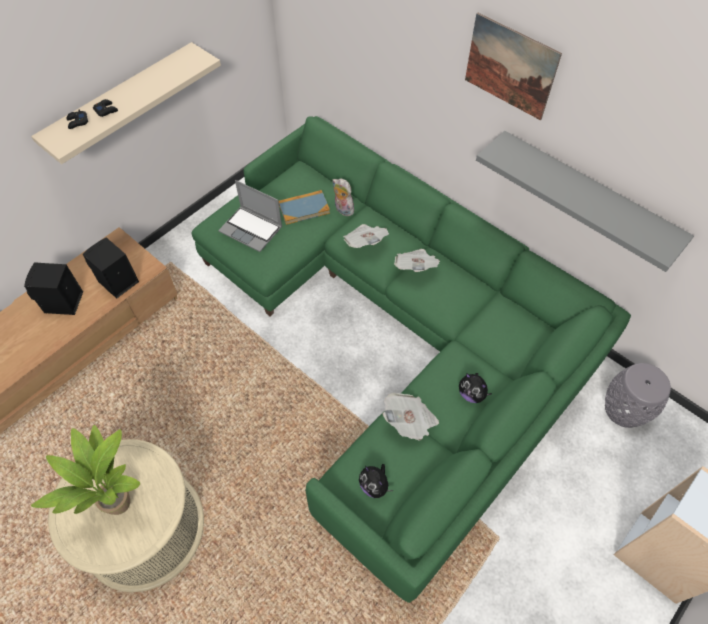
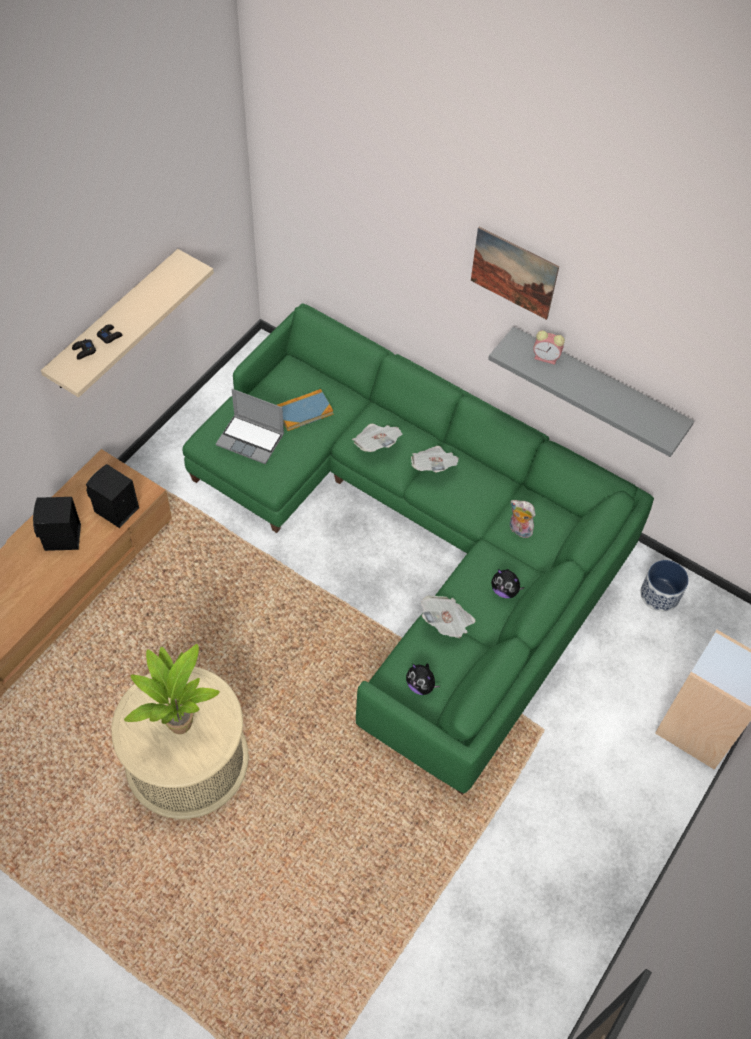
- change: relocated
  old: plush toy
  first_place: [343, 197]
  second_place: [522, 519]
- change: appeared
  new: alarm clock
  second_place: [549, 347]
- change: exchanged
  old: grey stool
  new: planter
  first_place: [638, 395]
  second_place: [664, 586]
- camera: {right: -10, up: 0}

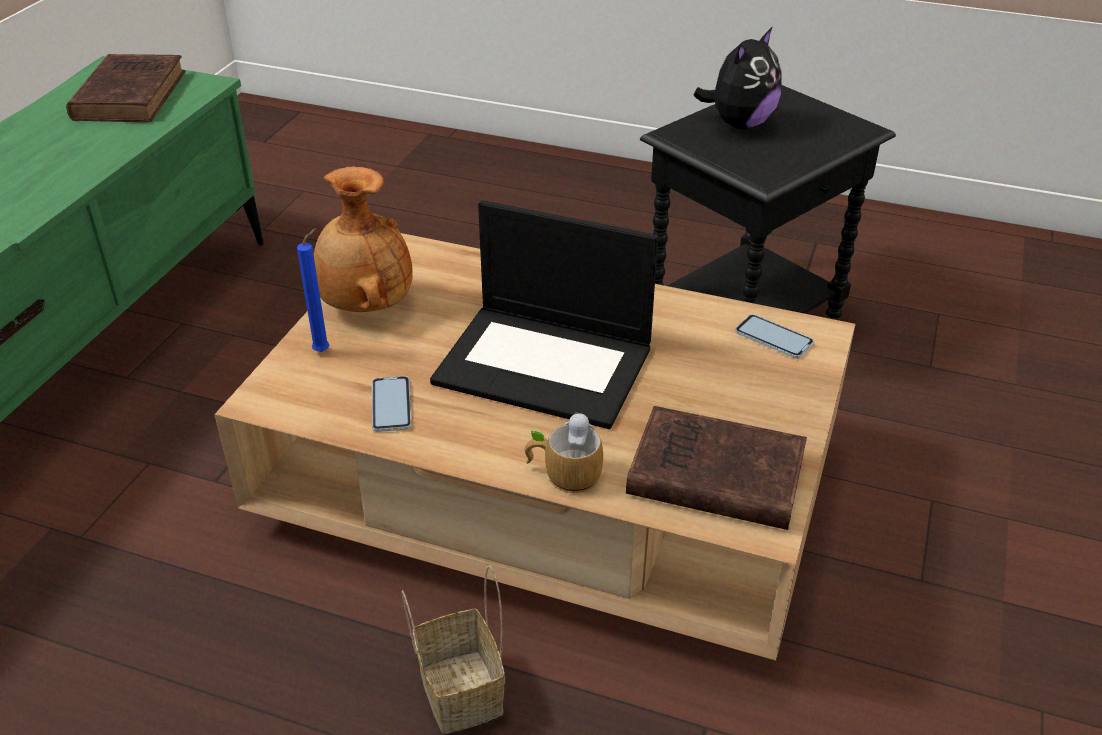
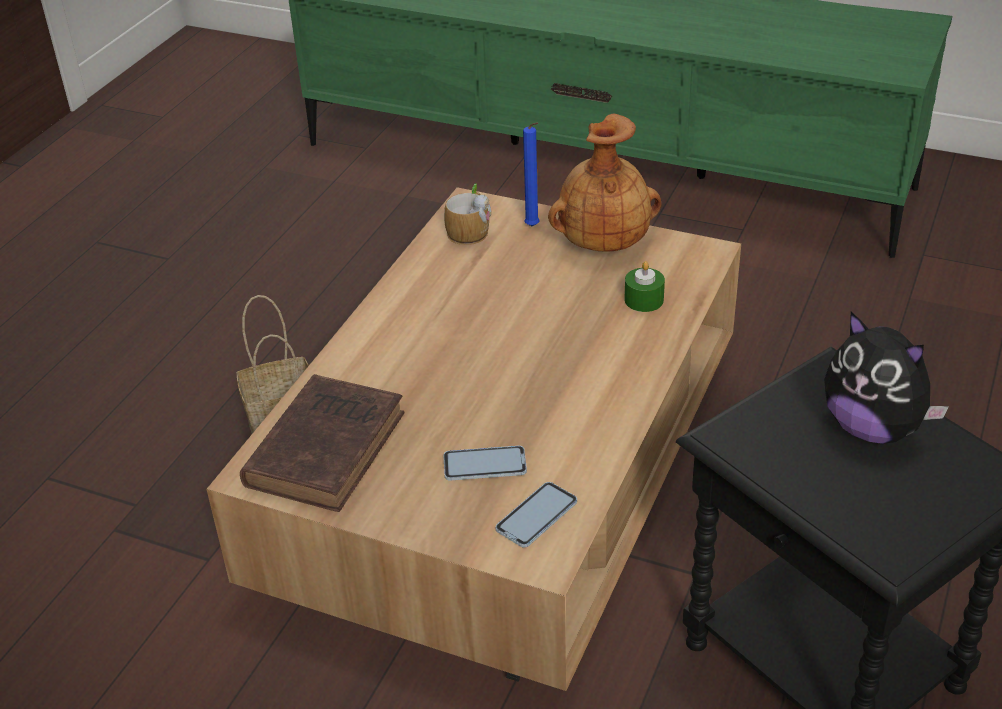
- change: relocated
  old: phone
  first_place: [392, 404]
  second_place: [485, 463]
- change: relocated
  old: mug
  first_place: [564, 452]
  second_place: [467, 214]
- change: appeared
  new: green candle
  second_place: [645, 286]
- change: missing
  old: brown book
  first_place: [125, 88]
- change: missing
  old: laptop
  first_place: [544, 314]
- camera: {right: 95, up: 0}

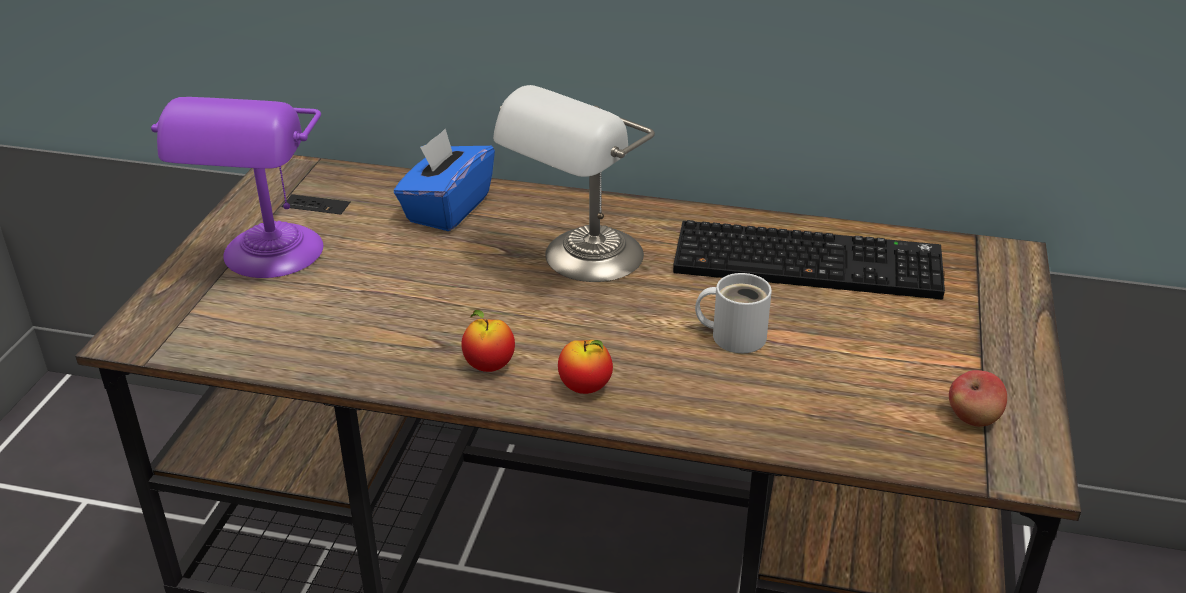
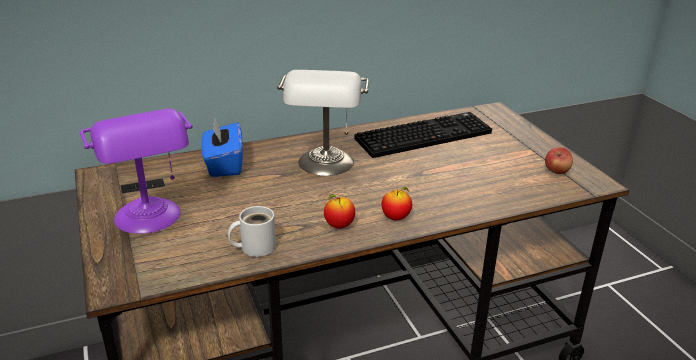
- change: relocated
  old: white mug
  first_place: [733, 313]
  second_place: [252, 231]
- camera: {right: -35, up: -5}

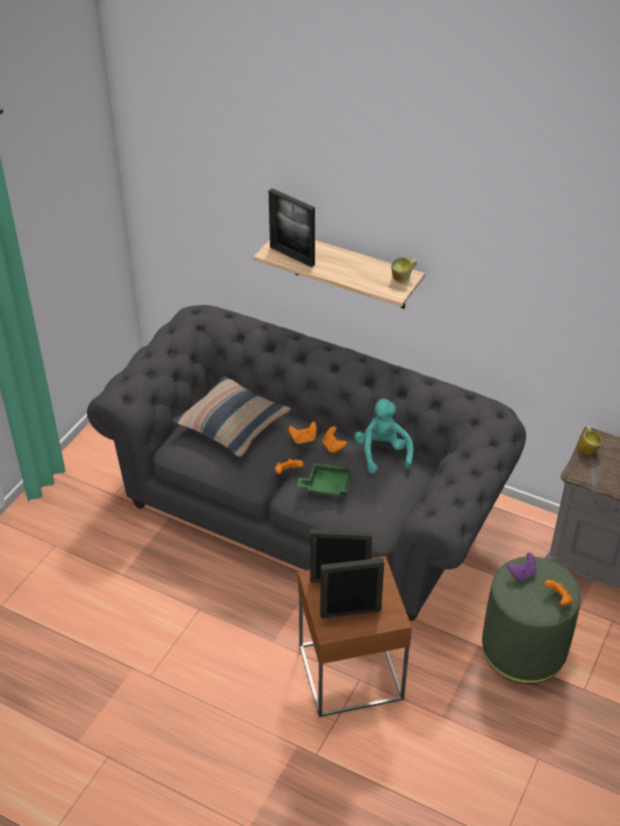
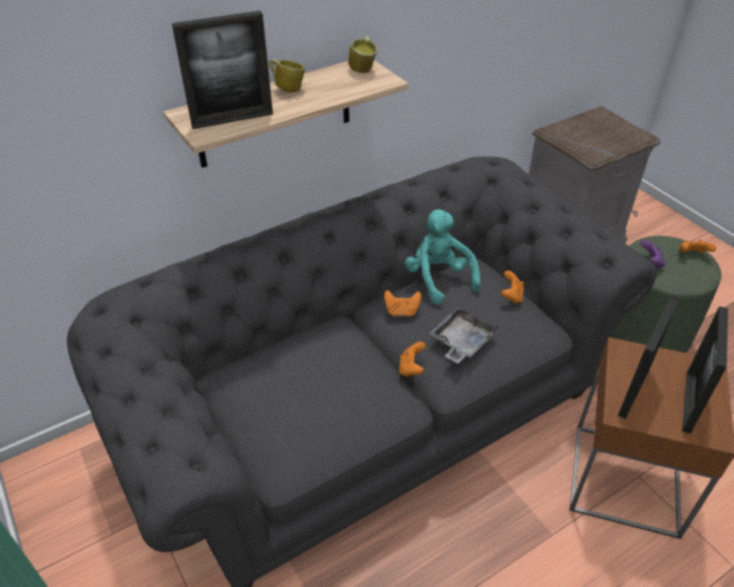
- change: relocated
  old: mug
  first_place: [590, 440]
  second_place: [287, 75]
- change: spun
  old: turquoise plush toy
  first_place: [383, 436]
  second_place: [443, 257]
  degrees: 45
- change: colour
  old: green tray
  new: grey tray
  first_place: [324, 480]
  second_place: [463, 335]
- change: relocated
  old: orange game controller
  first_place: [303, 432]
  second_place: [512, 287]
- change: missing
  old: pillow
  first_place: [231, 417]
- camera: {right: -60, up: 0}

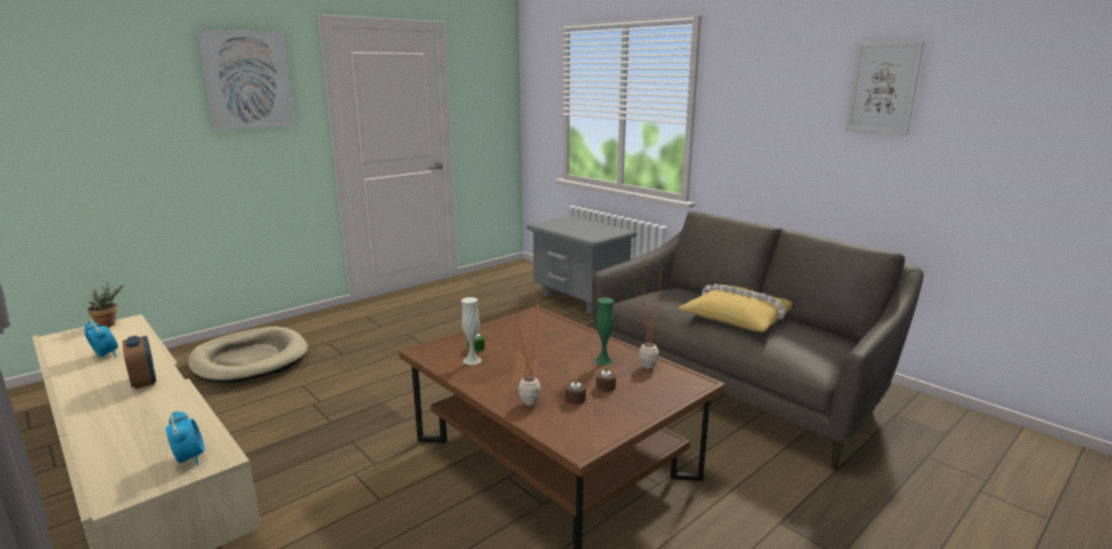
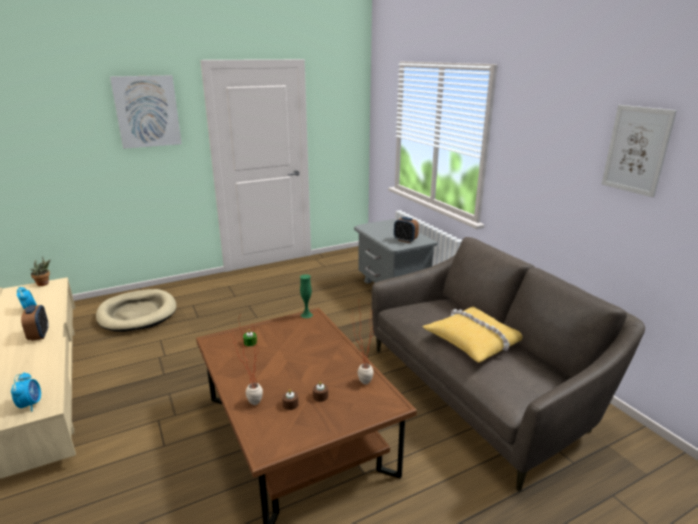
- change: relocated
  old: green vase
  first_place: [604, 331]
  second_place: [306, 296]
- change: appeared
  new: alarm clock
  second_place: [406, 230]
- change: missing
  old: white vase
  first_place: [471, 331]
- camera: {right: 15, up: 5}

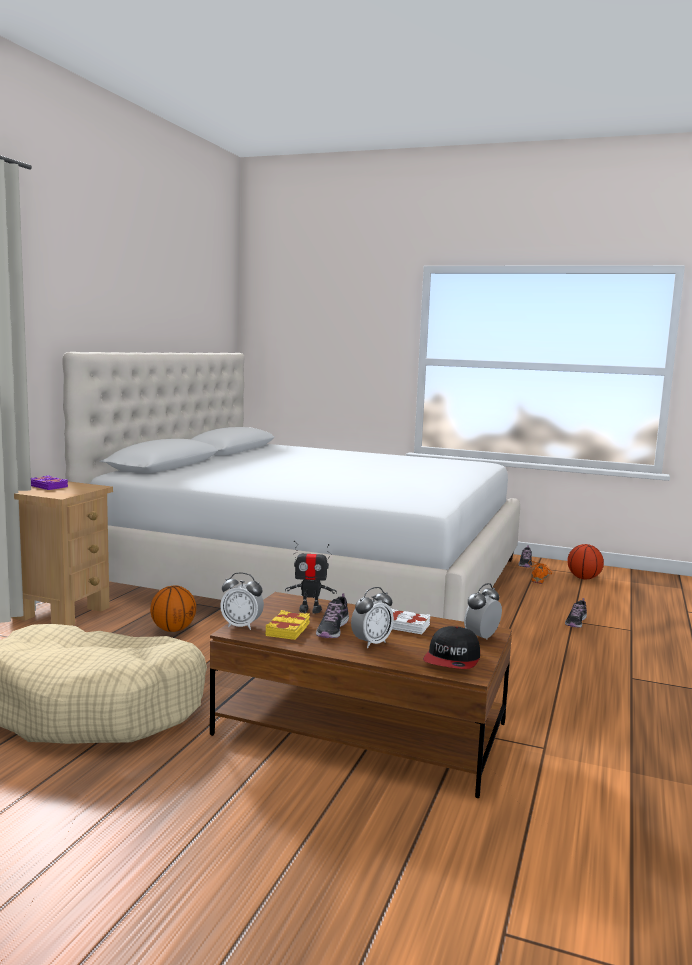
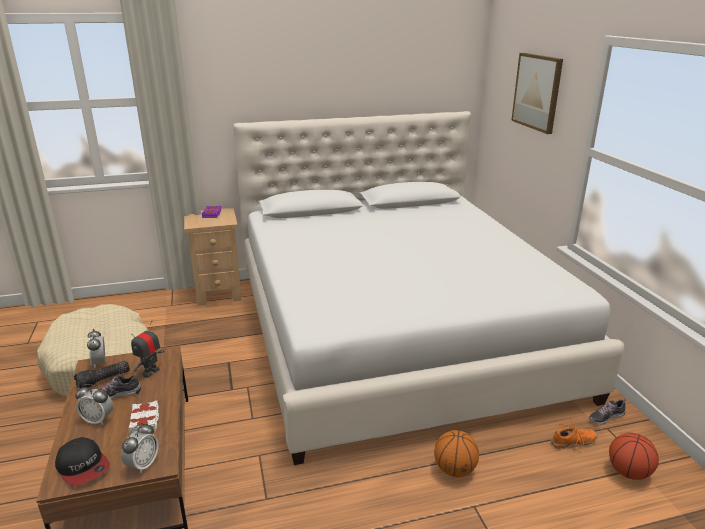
- change: spun
  old: cap
  first_place: [451, 647]
  second_place: [82, 461]
  degrees: -120
- change: exchanged
  old: yellow book
  new: flashlight
  first_place: [287, 625]
  second_place: [102, 374]
- change: spun
  old: alarm clock
  first_place: [483, 611]
  second_place: [140, 448]
  degrees: 105
- change: spun
  old: toy robot
  first_place: [311, 577]
  second_place: [147, 351]
  degrees: 60
- change: relocated
  old: basketball
  first_place: [173, 608]
  second_place: [456, 453]
- change: appeared
  new: picture
  second_place: [537, 93]
- change: missing
  old: shoe
  first_place: [576, 613]
- camera: {right: 55, up: 15}

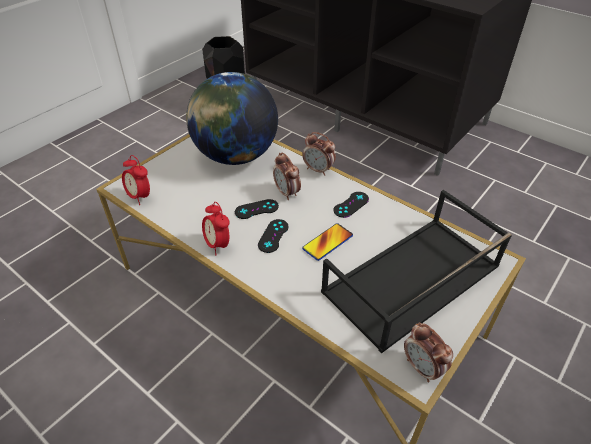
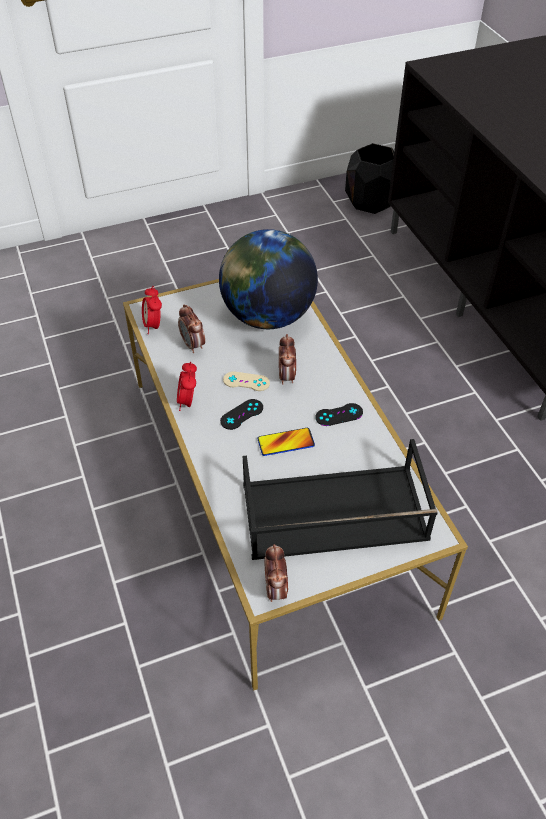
- change: relocated
  old: alarm clock
  first_place: [319, 154]
  second_place: [191, 328]
- change: colour
  old: black game controller
  new: beige game controller
  first_place: [257, 209]
  second_place: [246, 381]
- camera: {right: 30, up: 5}

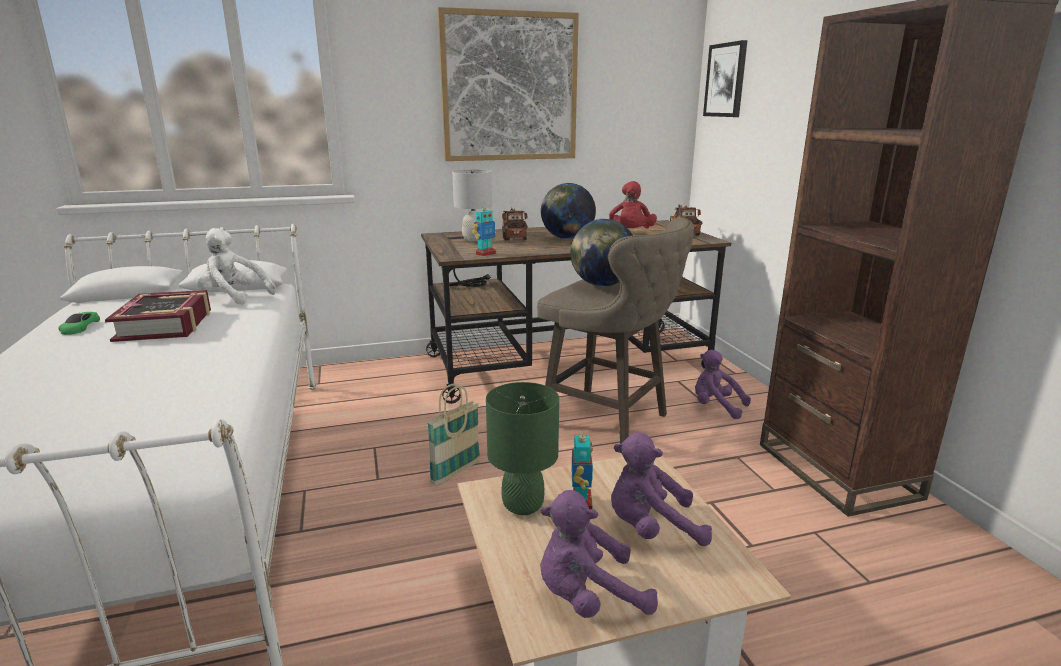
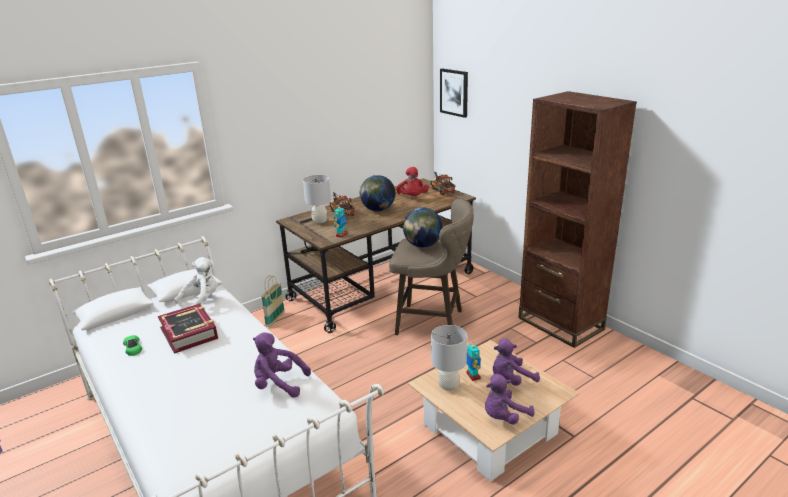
- change: spun
  old: white plush toy
  first_place: [236, 266]
  second_place: [195, 281]
  degrees: 135
- change: relocated
  old: purple plush toy
  first_place: [723, 384]
  second_place: [282, 365]
- change: relocated
  old: basket
  first_place: [453, 434]
  second_place: [273, 301]
- change: colour
  old: green table lamp
  new: grey table lamp
  first_place: [522, 448]
  second_place: [449, 358]
- change: missing
  old: picture
  first_place: [508, 84]
- camera: {right: -20, up: 5}

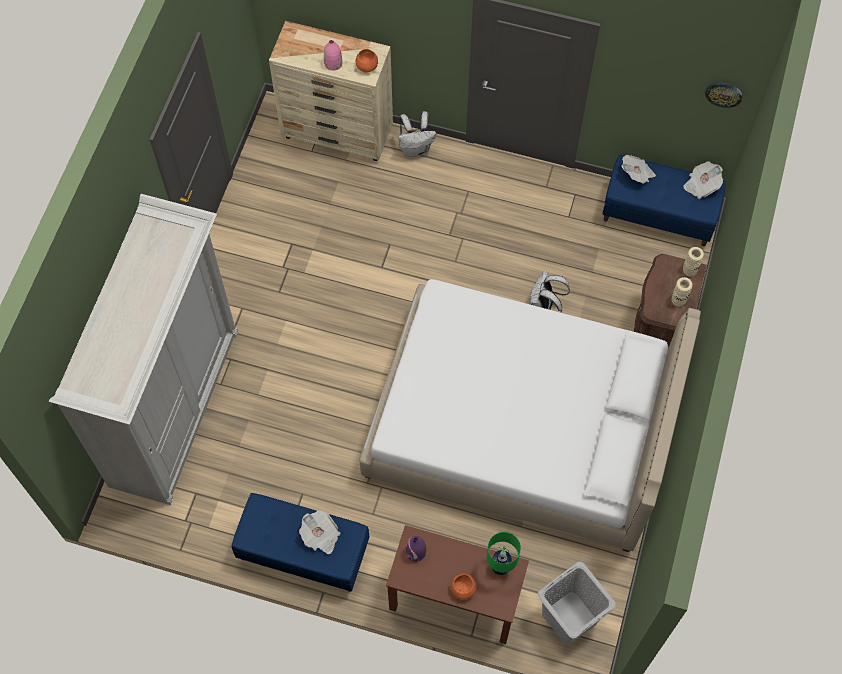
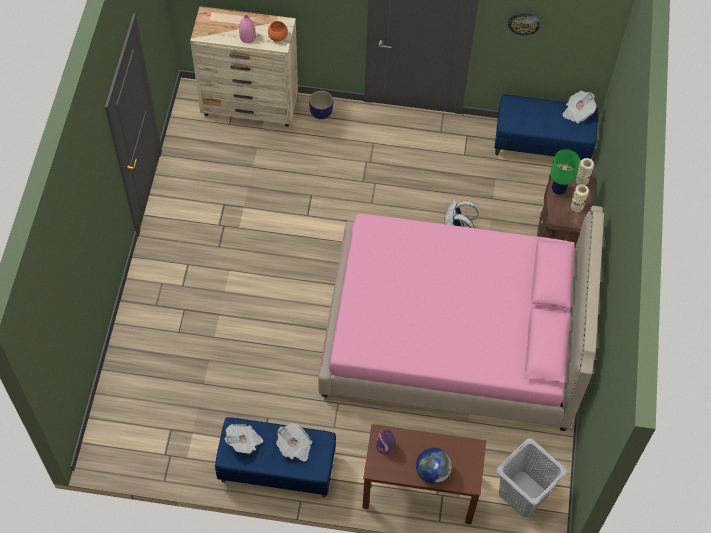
- change: relocated
  old: newspaper
  first_place: [638, 169]
  second_place: [244, 439]
- change: exchanged
  old: white backpack
  new: planter
  first_place: [417, 134]
  second_place: [321, 105]
- change: colour
  old: white bed
  new: pink bed
  first_place: [530, 415]
  second_place: [461, 318]
- change: exchanged
  old: orange bowl
  new: globe
  first_place: [464, 587]
  second_place: [434, 466]
- change: relocated
  old: wall clock
  first_place: [724, 95]
  second_place: [524, 24]
- change: relocated
  old: green table lamp
  first_place: [503, 553]
  second_place: [565, 172]
- change: missing
  old: white wardrobe
  first_place: [143, 349]
- camera: {right: -10, up: -5}

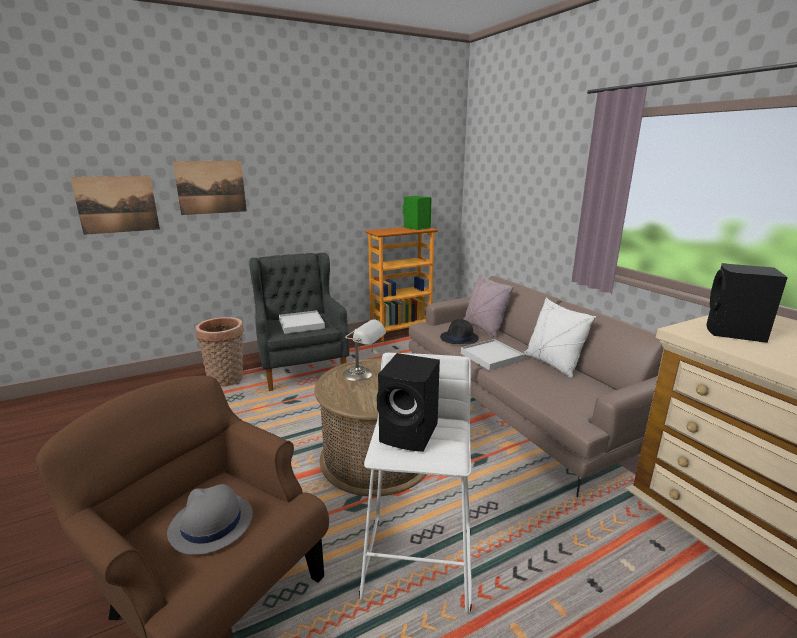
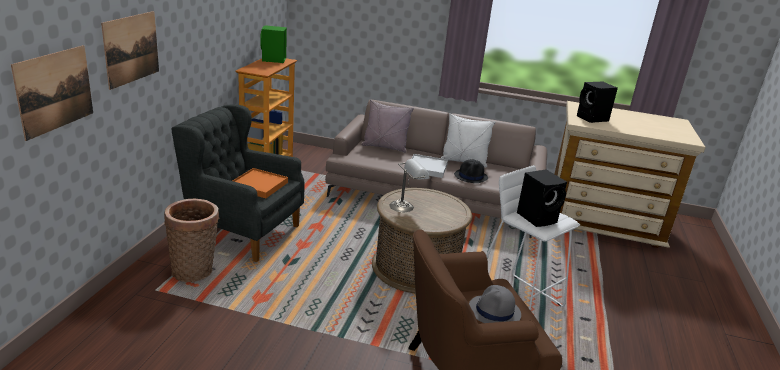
- change: colour
  old: white tray
  new: orange tray
  first_place: [302, 322]
  second_place: [260, 183]
- change: relocated
  old: black hat
  first_place: [459, 331]
  second_place: [471, 171]
- camera: {right: -50, up: 5}

